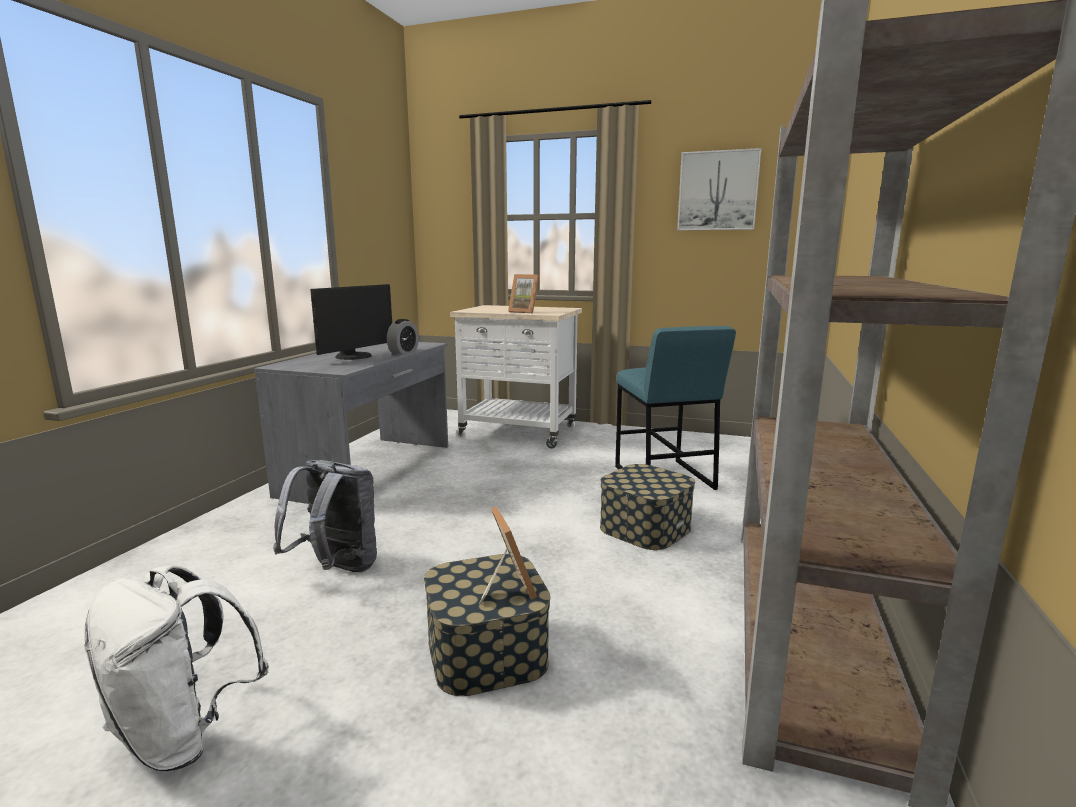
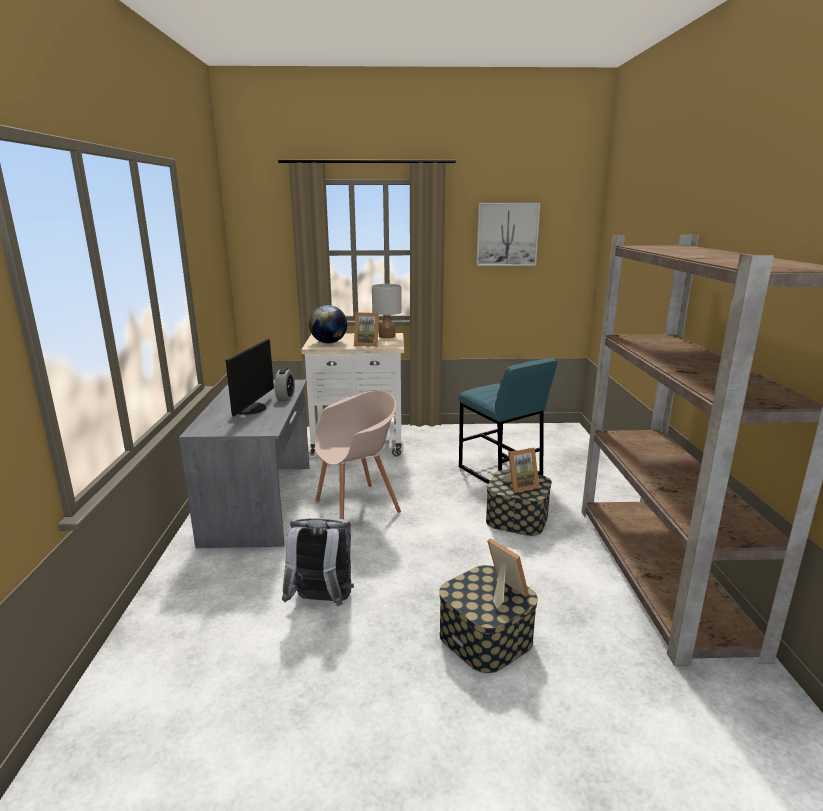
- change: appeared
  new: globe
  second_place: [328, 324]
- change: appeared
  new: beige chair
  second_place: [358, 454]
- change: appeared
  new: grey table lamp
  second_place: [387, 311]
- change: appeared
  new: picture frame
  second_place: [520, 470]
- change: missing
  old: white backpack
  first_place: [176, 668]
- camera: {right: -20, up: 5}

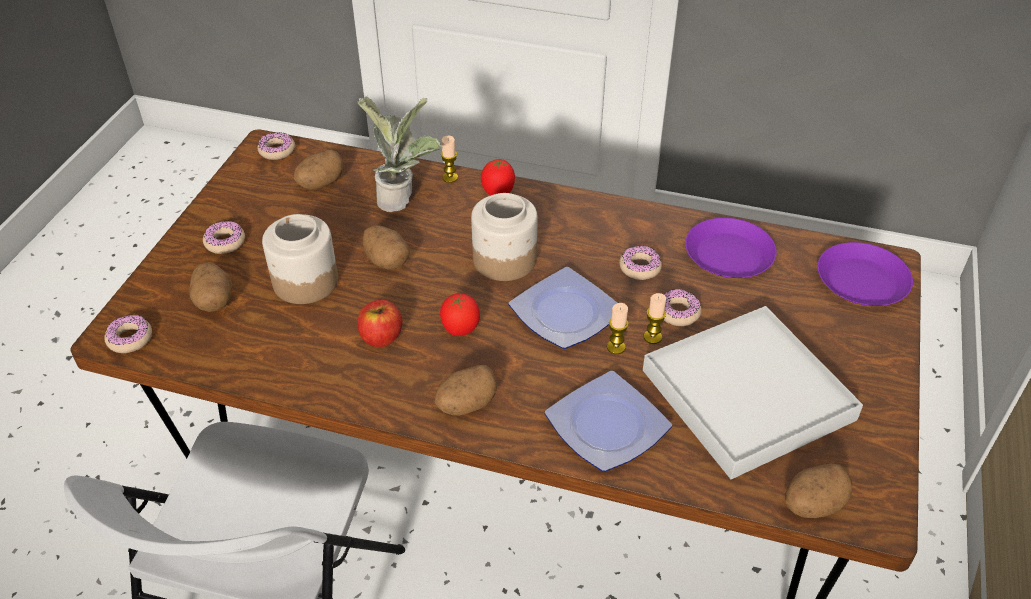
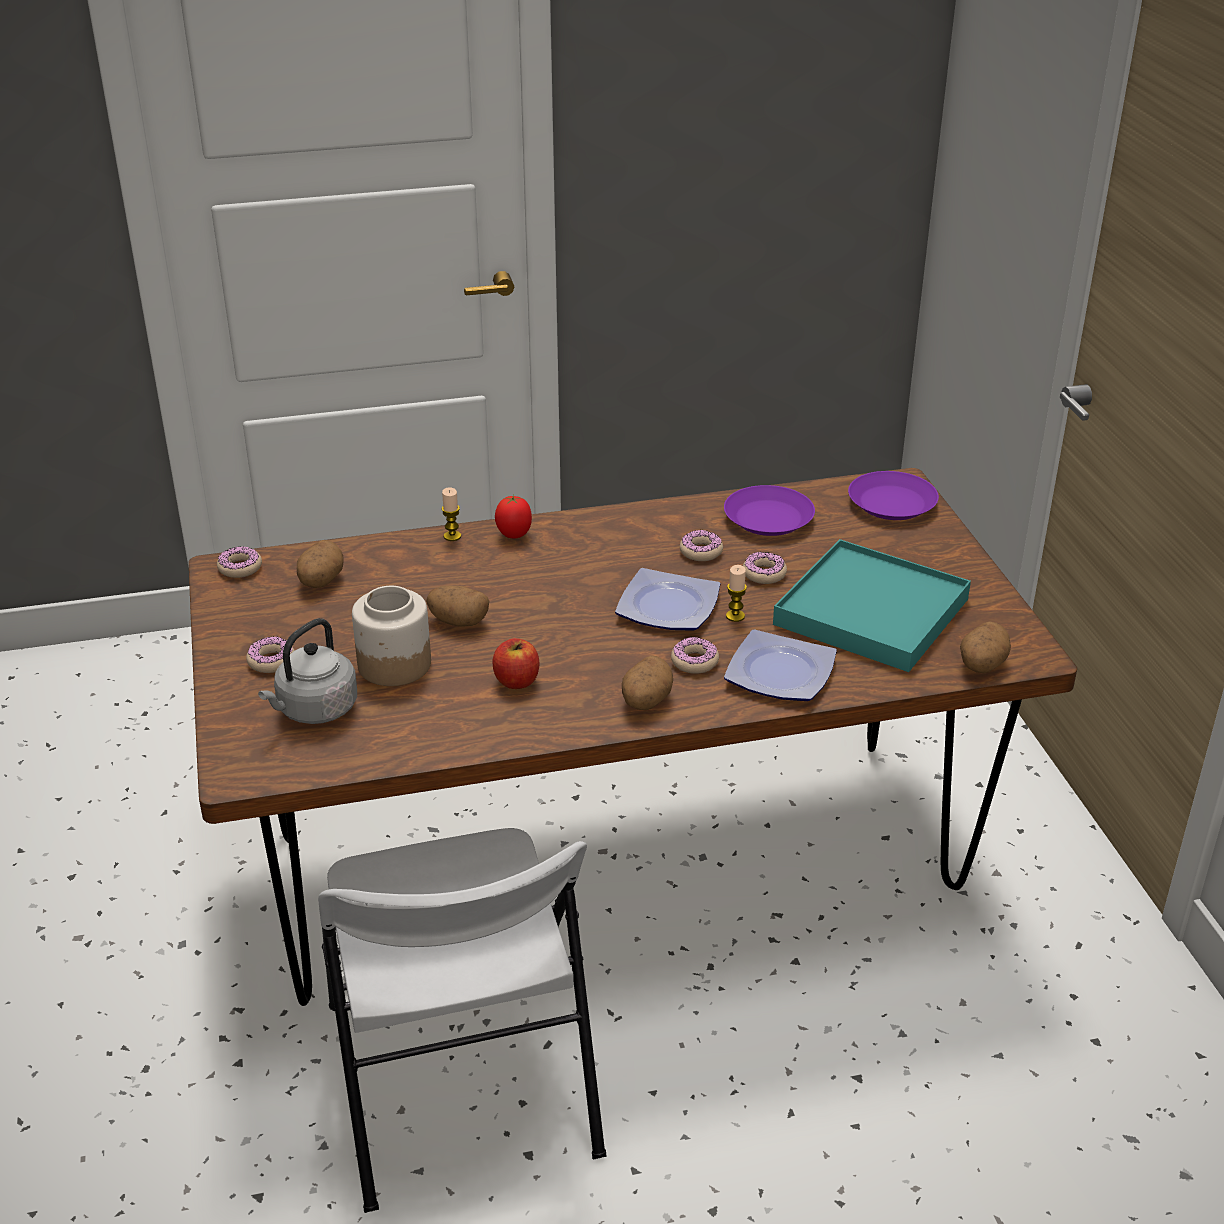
- change: exchanged
  old: potato
  new: grey kettle
  first_place: [210, 287]
  second_place: [307, 671]
- change: relocated
  old: donut
  first_place: [128, 334]
  second_place: [695, 655]
- change: colour
  old: white tray
  new: turquoise tray
  first_place: [753, 392]
  second_place: [872, 605]
- change: missing
  old: potted plant
  first_place: [400, 153]
- change: missing
  old: tomato
  first_place: [460, 314]
- change: missing
  old: jar
  first_place: [504, 237]
- change: missing
  old: candle
  first_place: [655, 318]
- camera: {right: -30, up: -10}

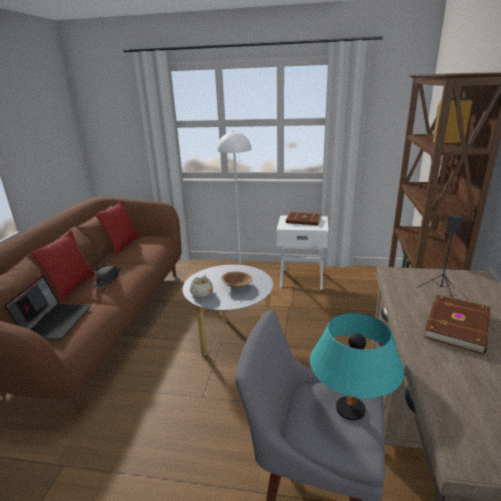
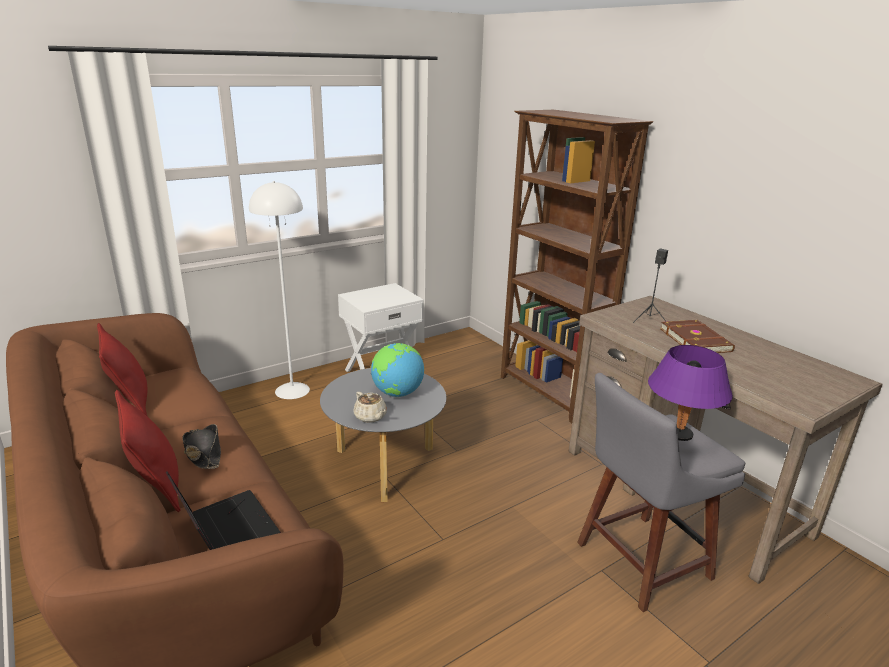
- change: exchanged
  old: brown bowl
  new: globe
  first_place: [236, 280]
  second_place: [397, 370]
- change: colour
  old: turquoise table lamp
  new: purple table lamp
  first_place: [357, 366]
  second_place: [690, 393]
- change: missing
  old: brown book
  first_place: [304, 218]
- camera: {right: -45, up: 0}

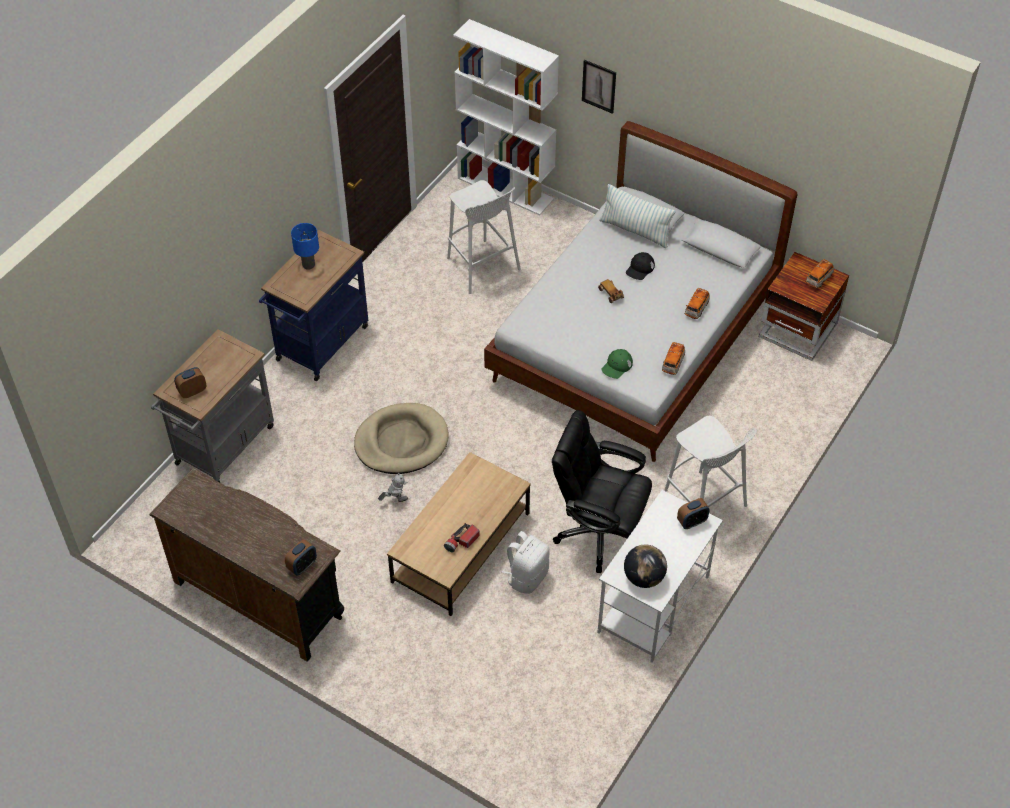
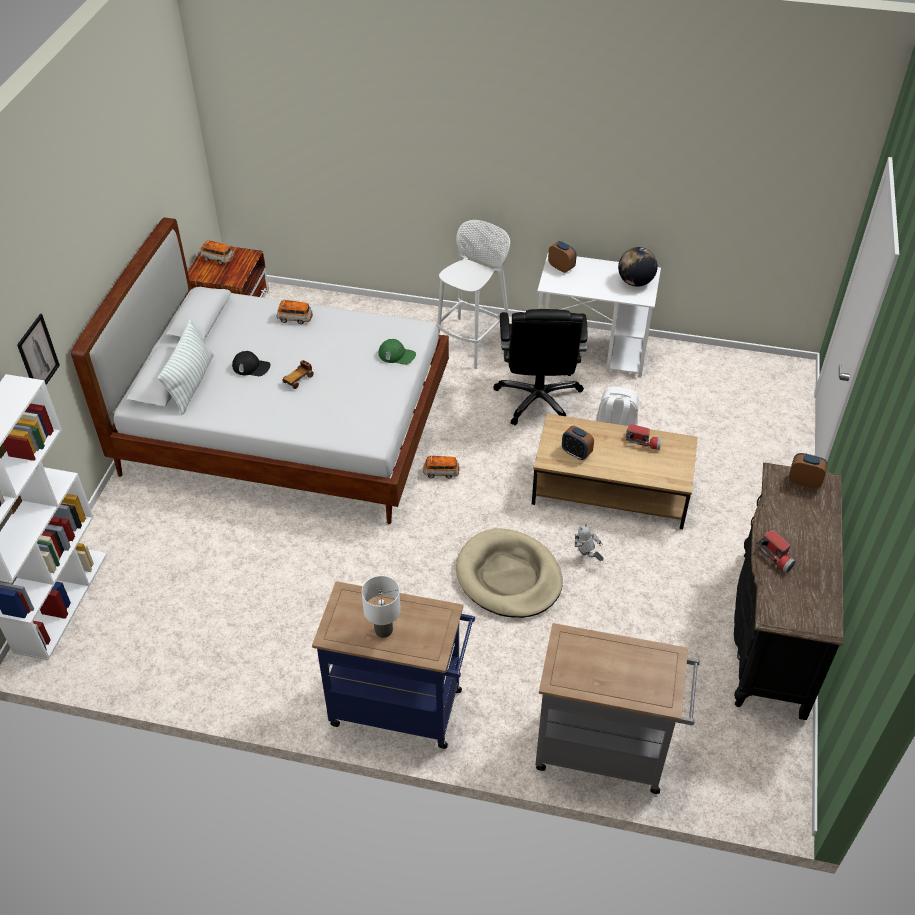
- change: colour
  old: blue table lamp
  new: white table lamp
  first_place: [305, 246]
  second_place: [381, 607]
- change: relocated
  old: toy car
  first_place: [673, 358]
  second_place: [441, 467]
- change: relocated
  old: alarm clock
  first_place: [190, 382]
  second_place: [578, 443]
- change: appeared
  new: flashlight
  second_place: [776, 551]
- change: missing
  old: white stool
  first_place: [484, 237]
- camera: {right: -110, up: -5}

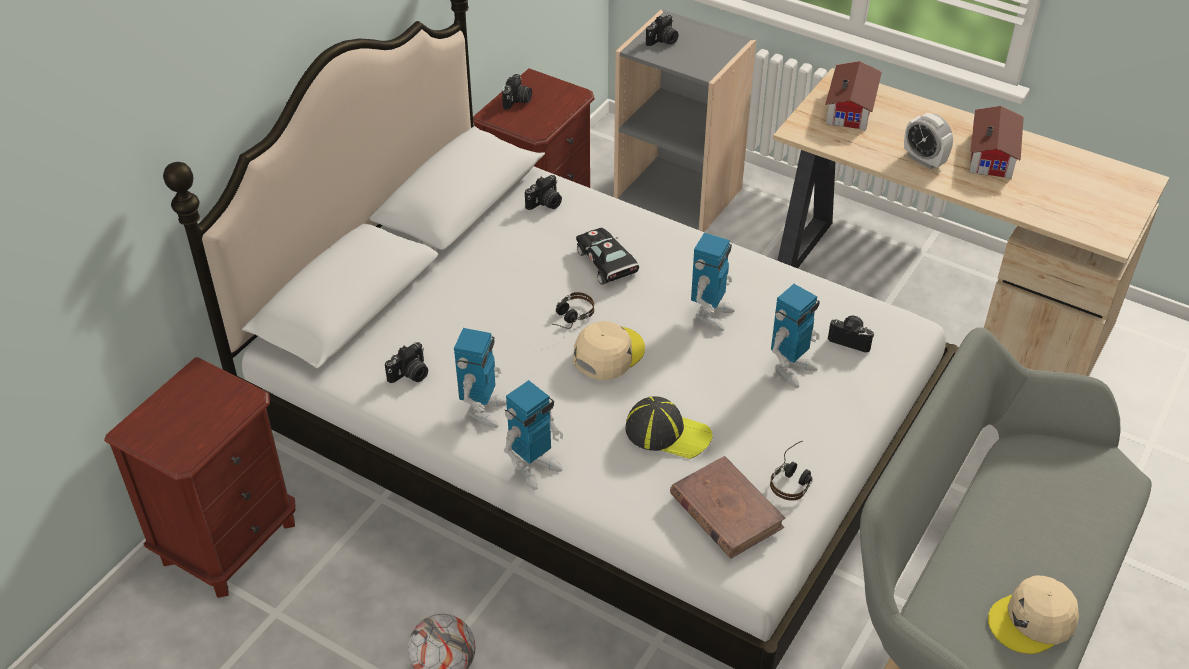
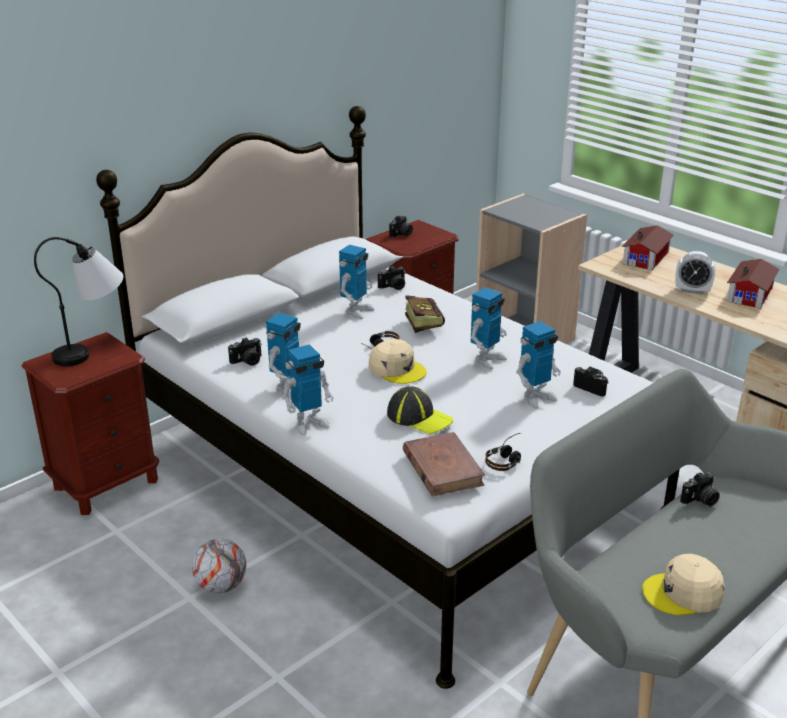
- change: appeared
  new: table lamp
  second_place: [78, 301]
- change: appeared
  new: toy robot
  second_place: [357, 282]
- change: spun
  old: beige cap
  first_place: [609, 350]
  second_place: [398, 361]
  degrees: 75
- change: exchanged
  old: black toy car
  new: book
  first_place: [607, 256]
  second_place: [425, 314]
- change: spun
  old: alarm clock
  first_place: [928, 141]
  second_place: [695, 273]
  degrees: -45
- change: relocated
  old: photo camera
  first_place: [662, 30]
  second_place: [700, 489]
- camera: {right: 15, up: -15}

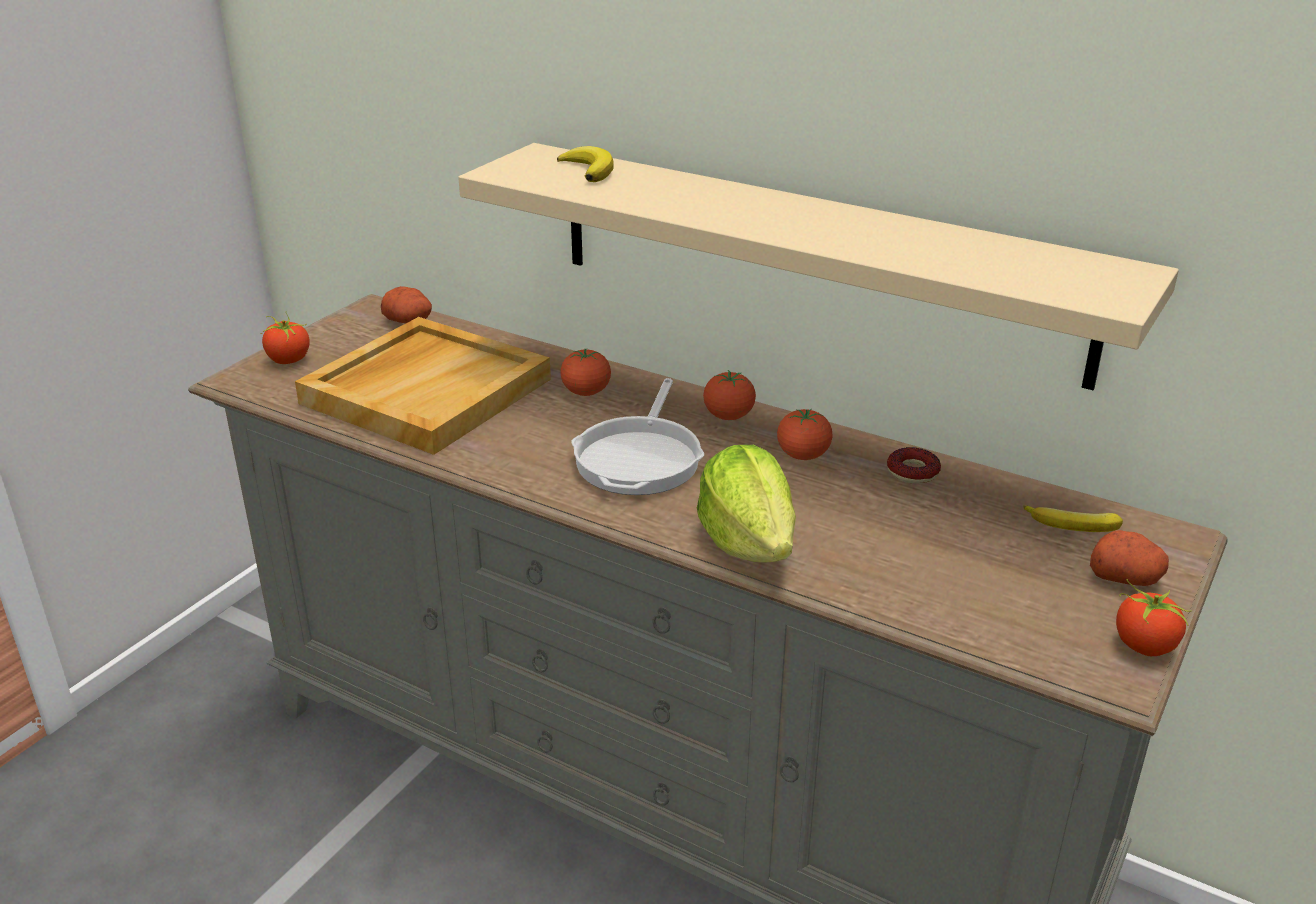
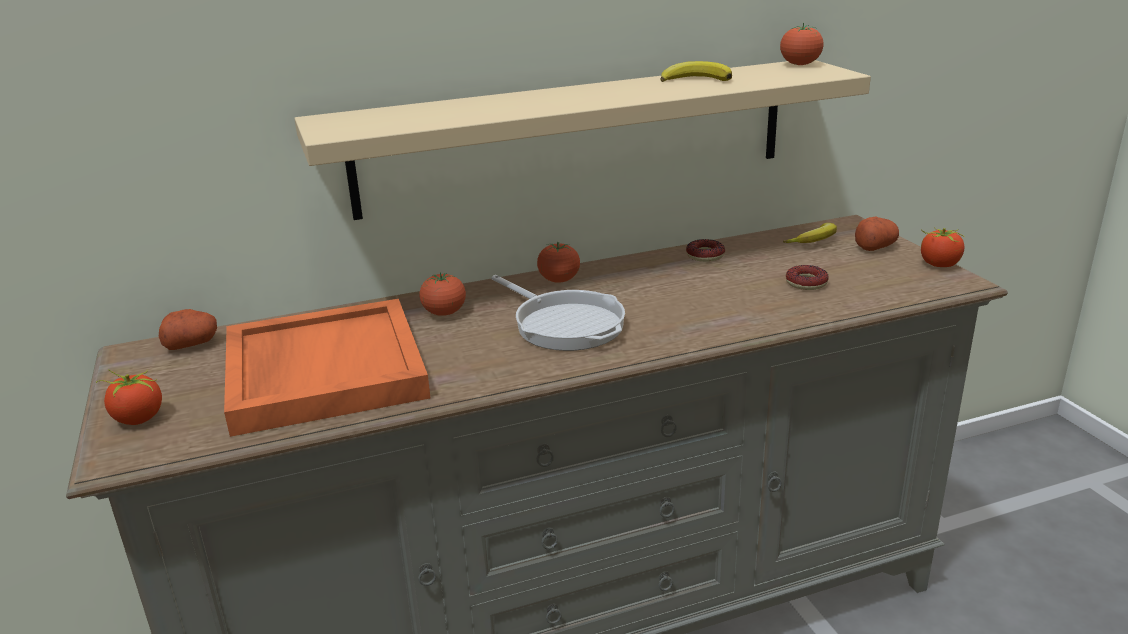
- change: colour
  old: beige tray
  new: orange tray
  first_place: [423, 386]
  second_place: [327, 368]
- change: relocated
  old: banana
  first_place: [585, 164]
  second_place: [696, 71]
- change: relocated
  old: tomato
  first_place: [805, 434]
  second_place: [802, 44]
- change: appeared
  new: donut
  second_place: [807, 277]
- change: missing
  old: lettuce
  first_place: [746, 504]
- camera: {right: -50, up: -5}

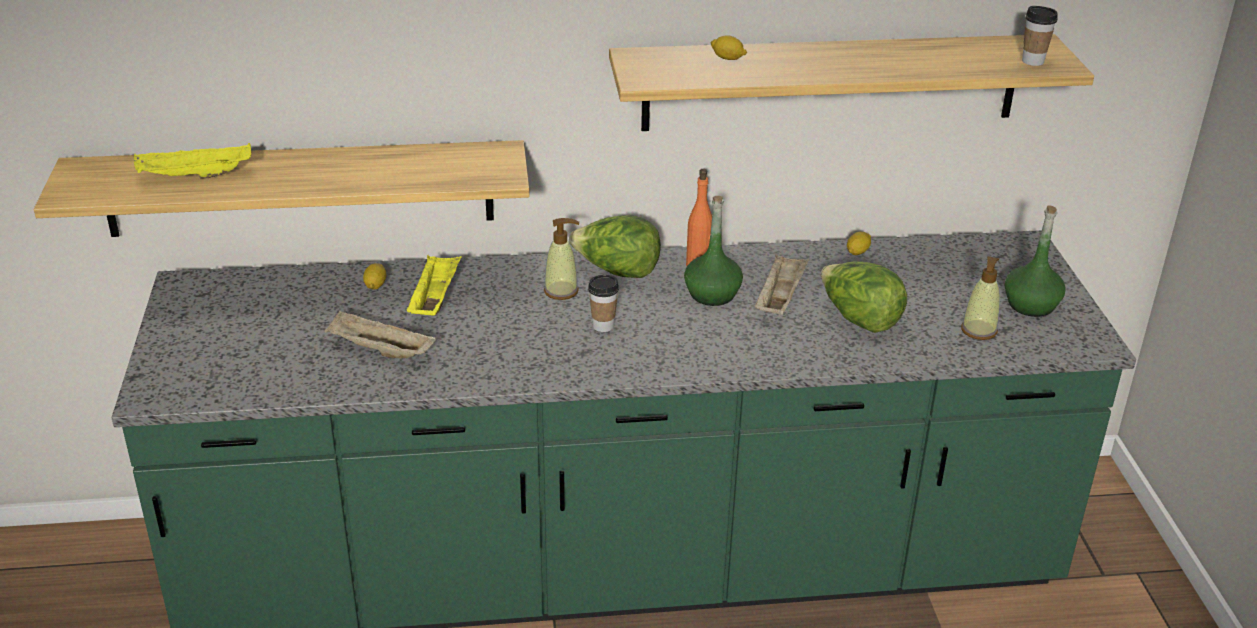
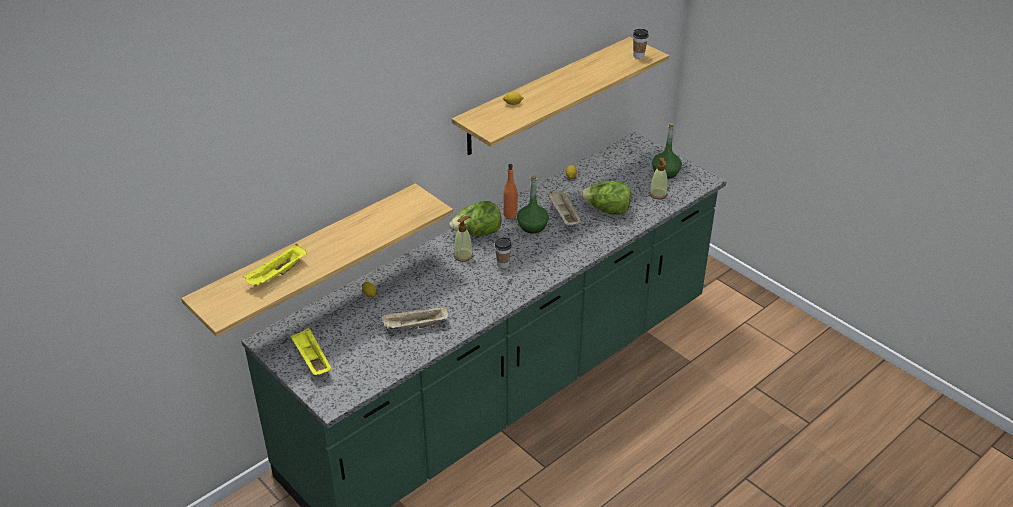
- change: relocated
  old: yellow tray
  first_place: [434, 285]
  second_place: [311, 351]
- camera: {right: -35, up: 5}

